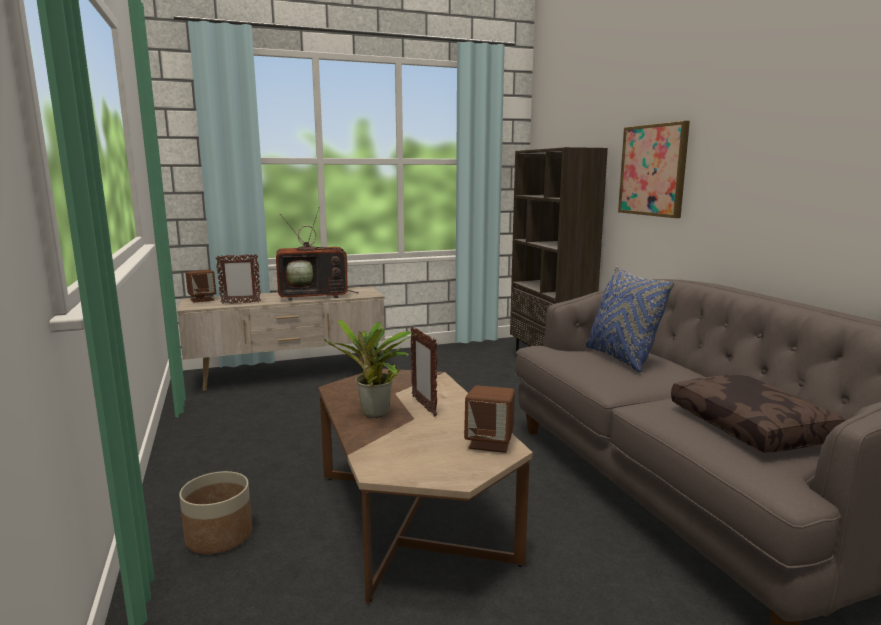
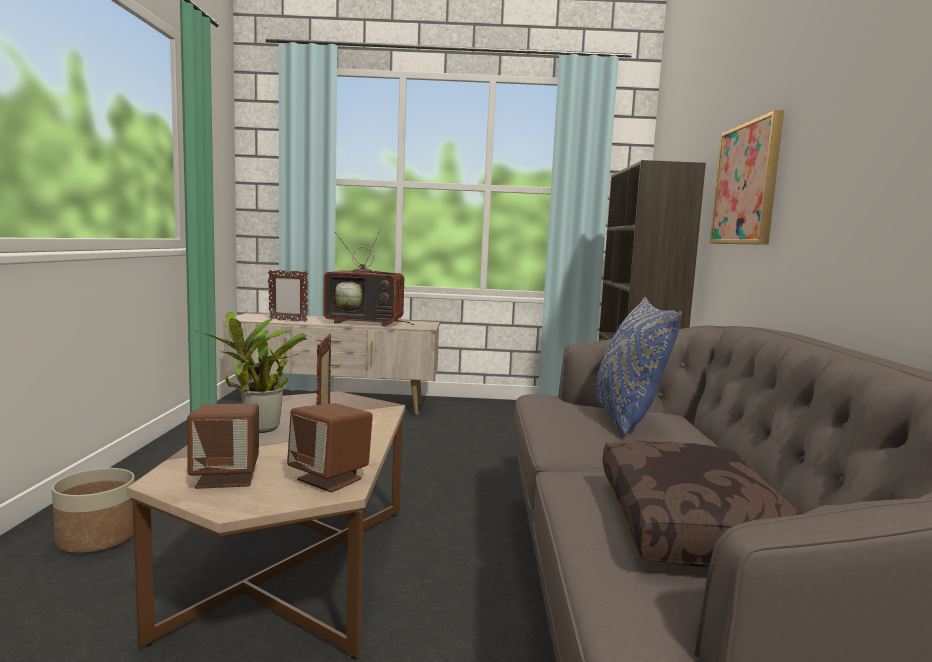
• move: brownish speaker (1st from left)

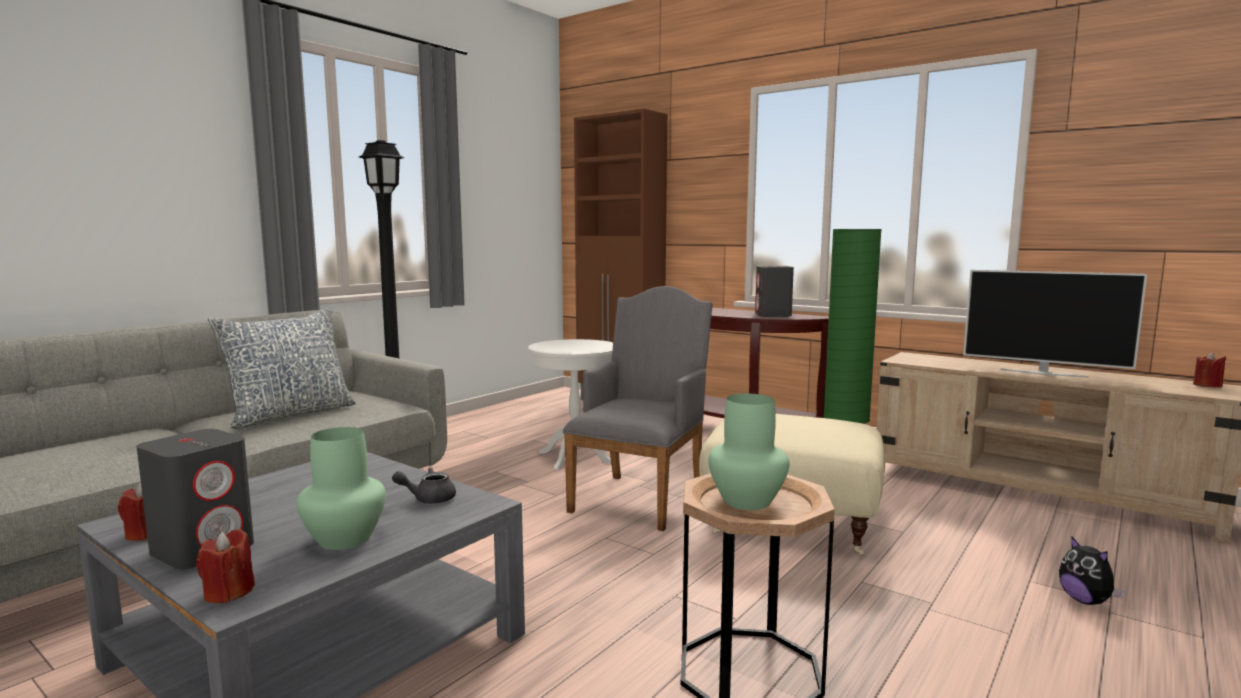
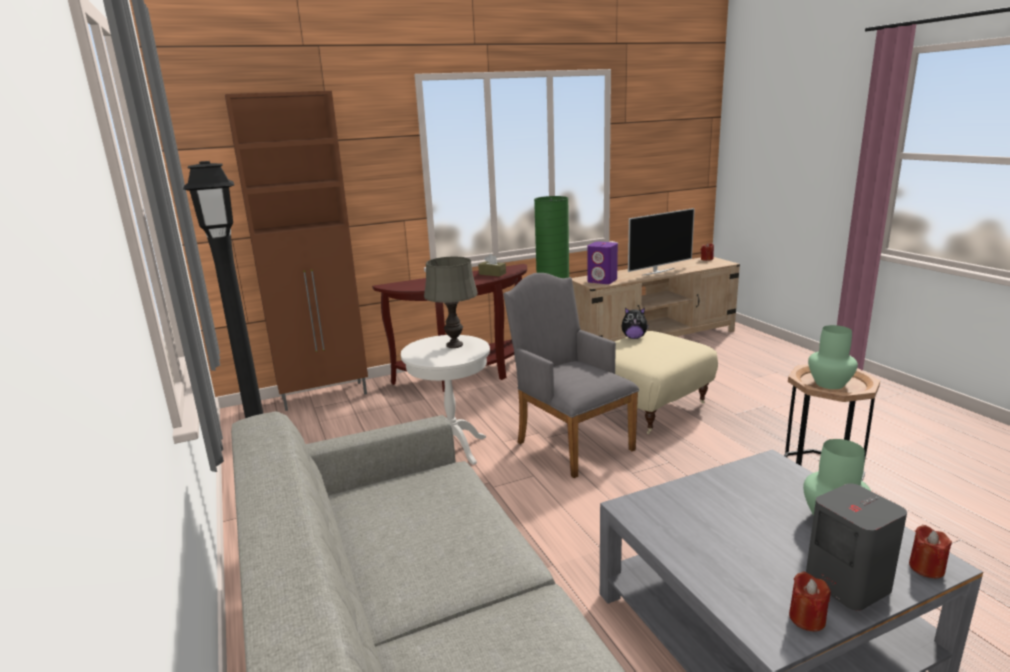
• replace: grey speaker (2nd from left) to brownish box of tissues
• delete: cushion
• delete: grey tea pot
• move: cuddly toy
• insert: purple-coloured speaker
• insert: grey table lamp

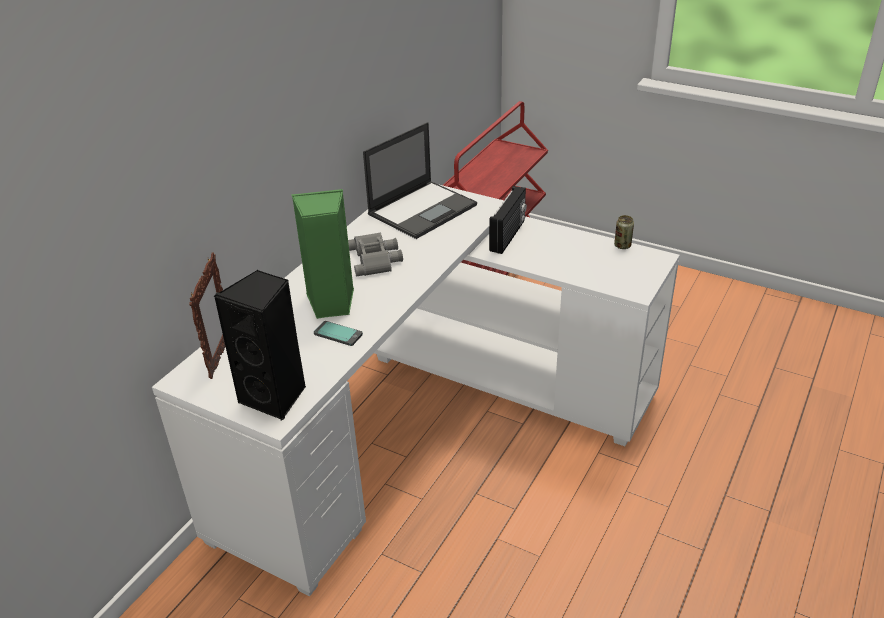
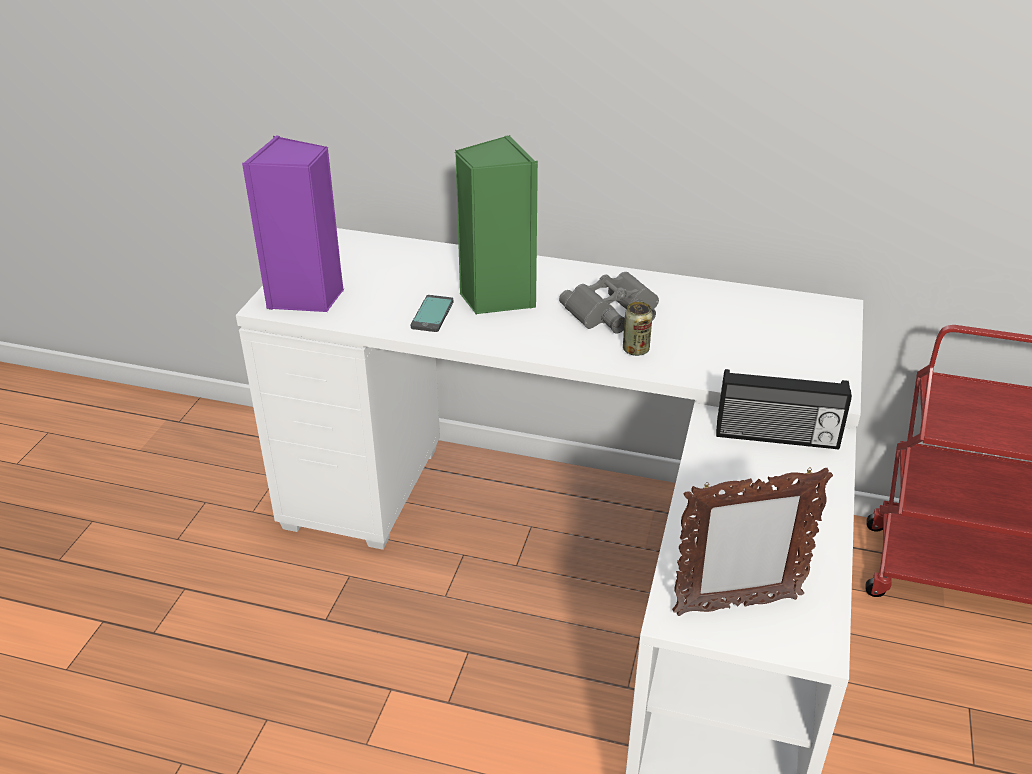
• delete: laptop
• move: metal can
• move: standing frame
• recolor: black-coloured speaker to purple-coloured speaker

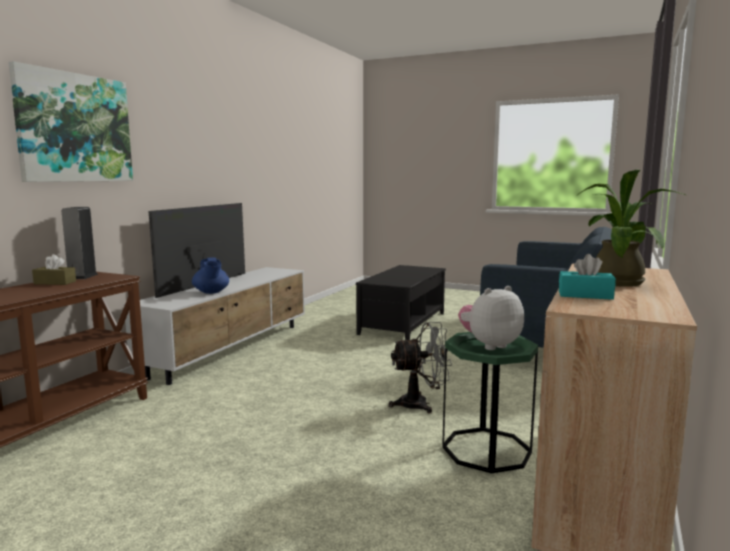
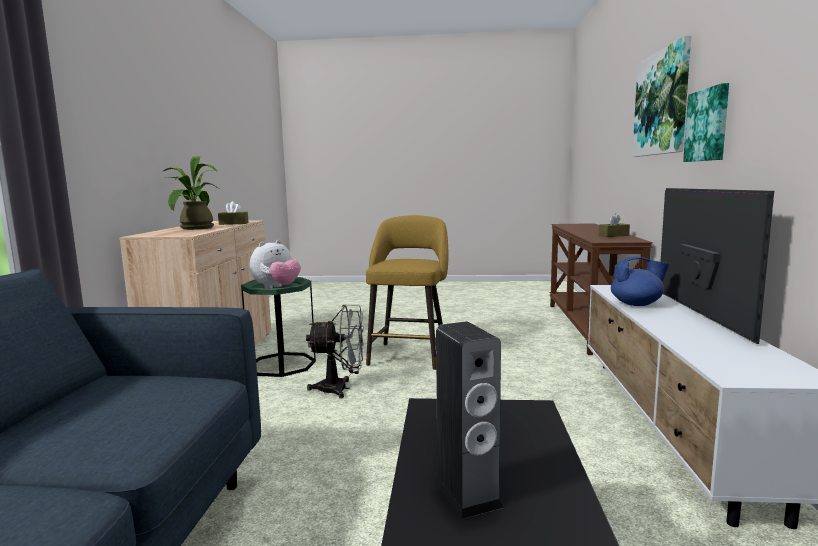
• move: speaker
• recolor: blue-green box of tissues to brownish box of tissues (1st from left)
• rotate: bluish tea pot 135 degrees clockwise
• rotate: grey fan 150 degrees counterclockwise
• insert: wall art (2nd from left)
• insert: yellowish stool

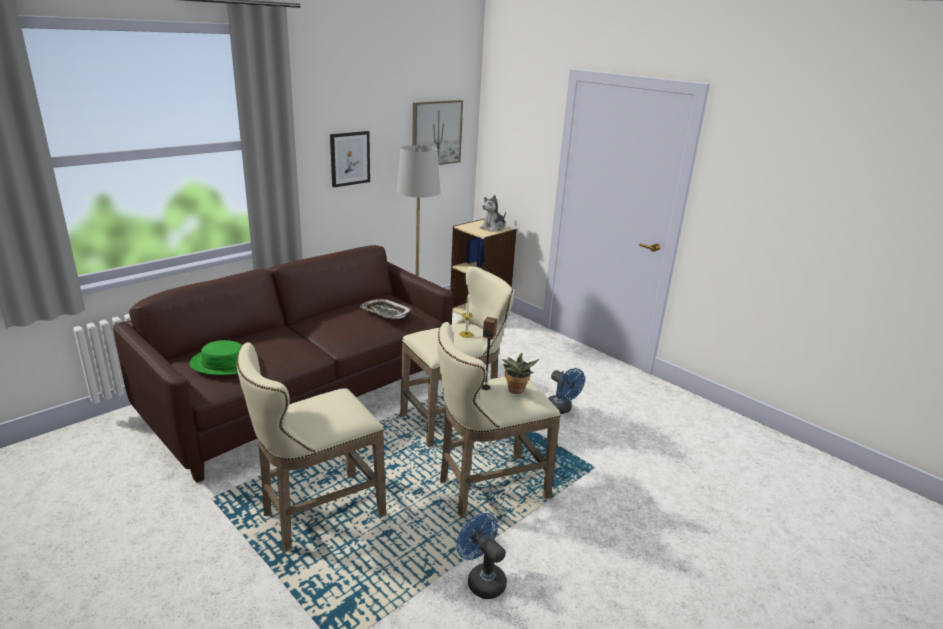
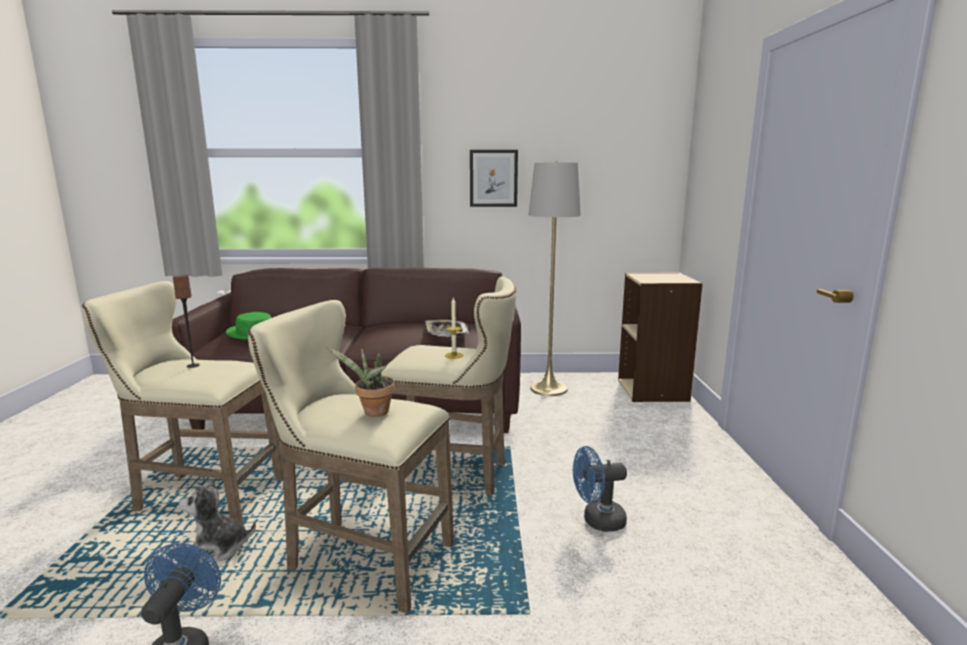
• delete: wall art (2nd from left)
• move: cuddly toy
• move: speaker
• rotate: bluish fan (2nd from left) 75 degrees clockwise

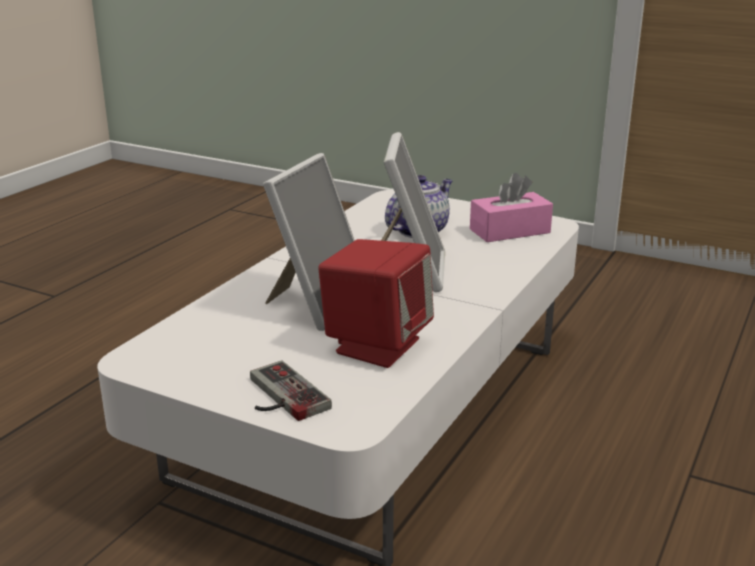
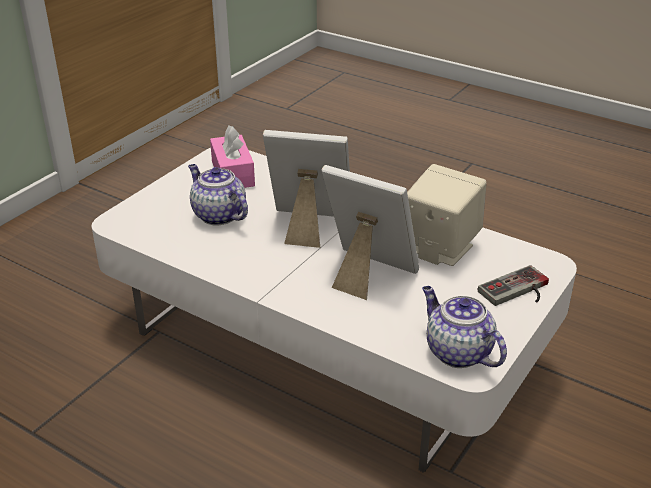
• recolor: red speaker to beige-coloured speaker
• insert: tea pot (2nd from left)

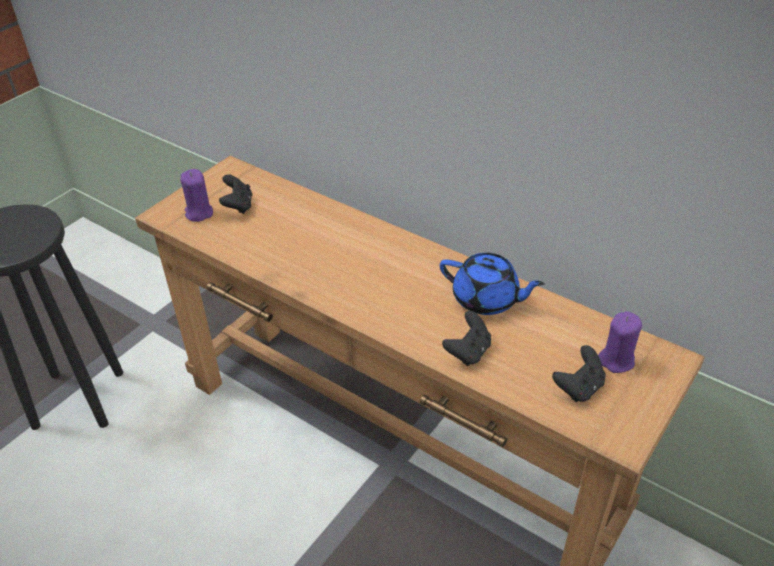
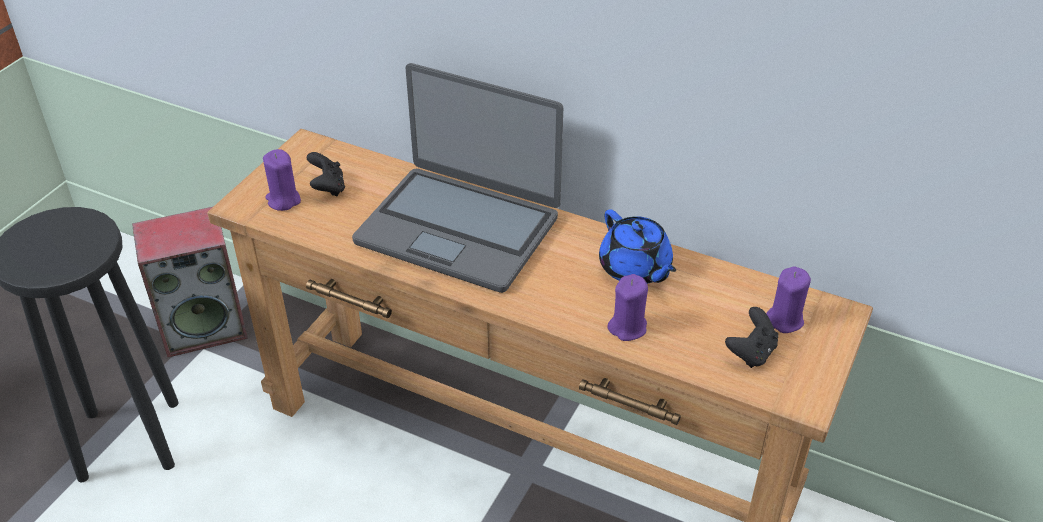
• rotate: bluish tea pot 45 degrees clockwise
• replace: black-coloured joypad (2nd from left) to purple-coloured wax light (2nd from left)
• insert: laptop
• insert: speaker

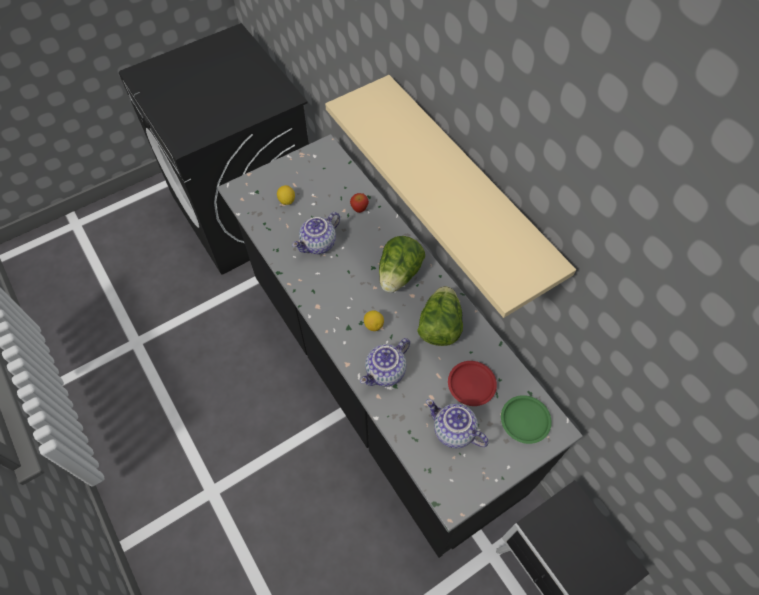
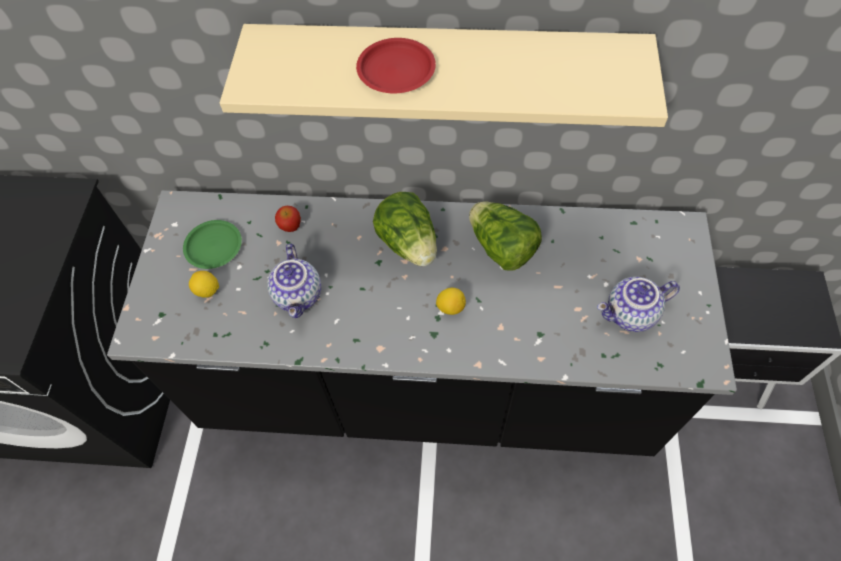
• delete: tea pot (2nd from left)
• move: red dinner plate
• move: greenish dinner plate

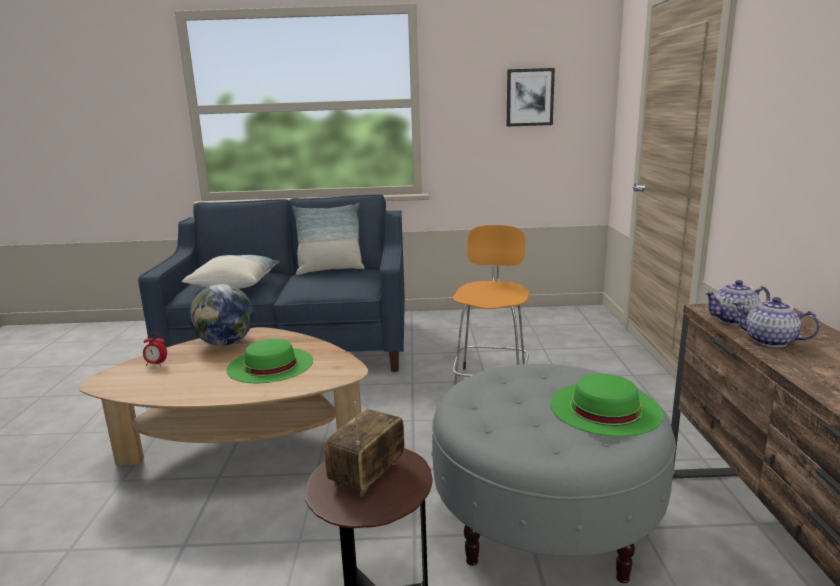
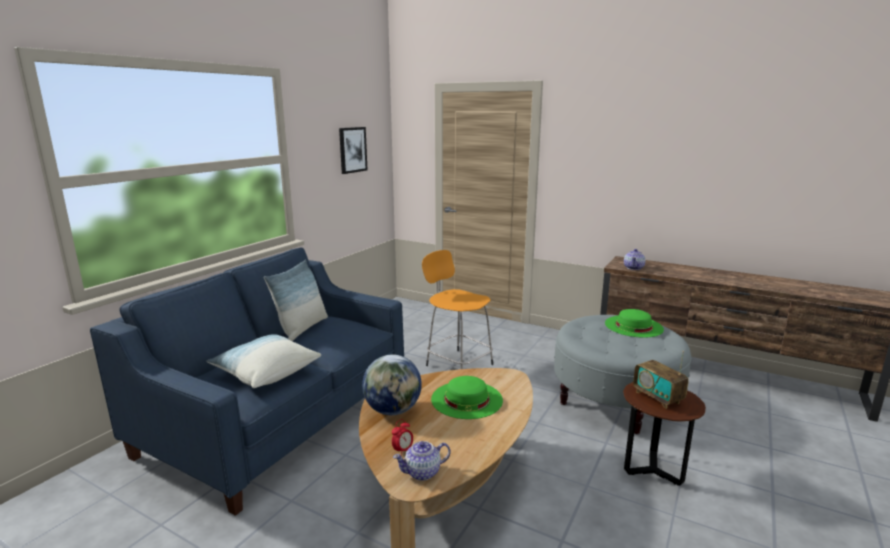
• move: tea pot (2nd from left in the first image) to tea pot (1st from left)

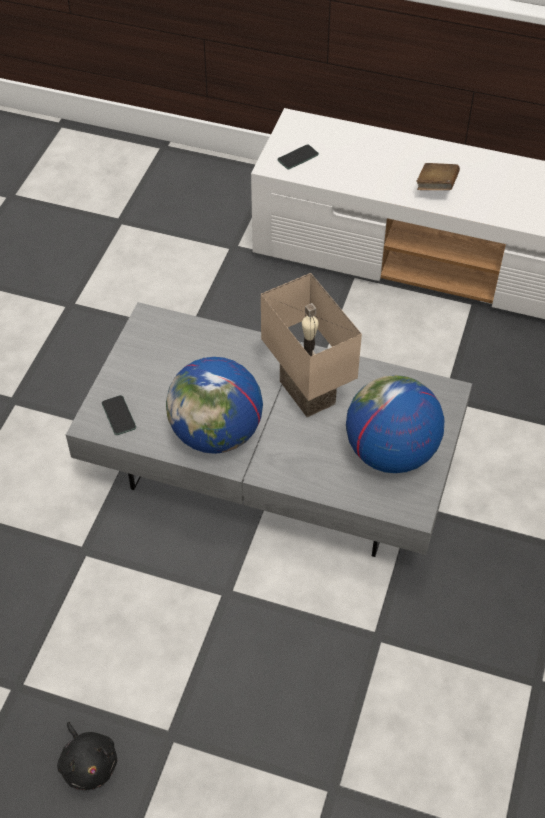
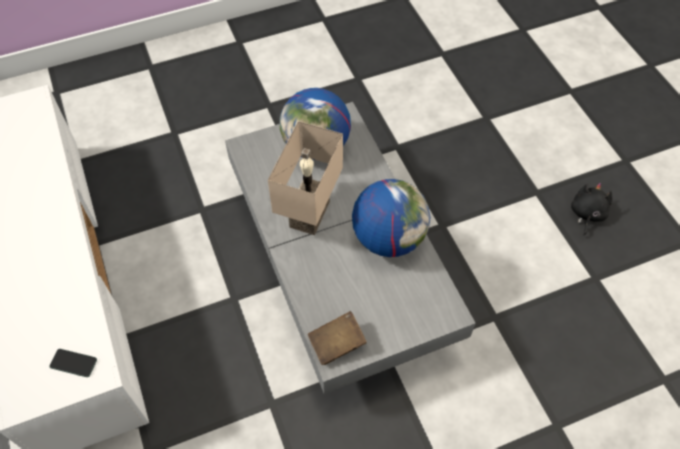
• move: brownish bound book
• delete: phone (1st from left)

